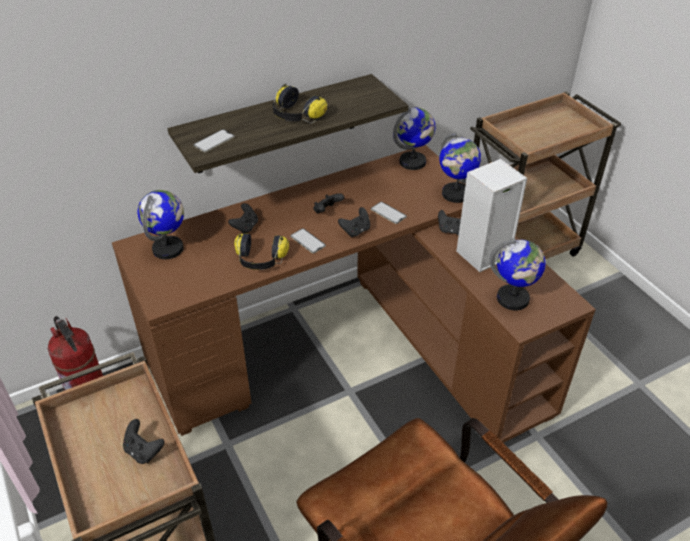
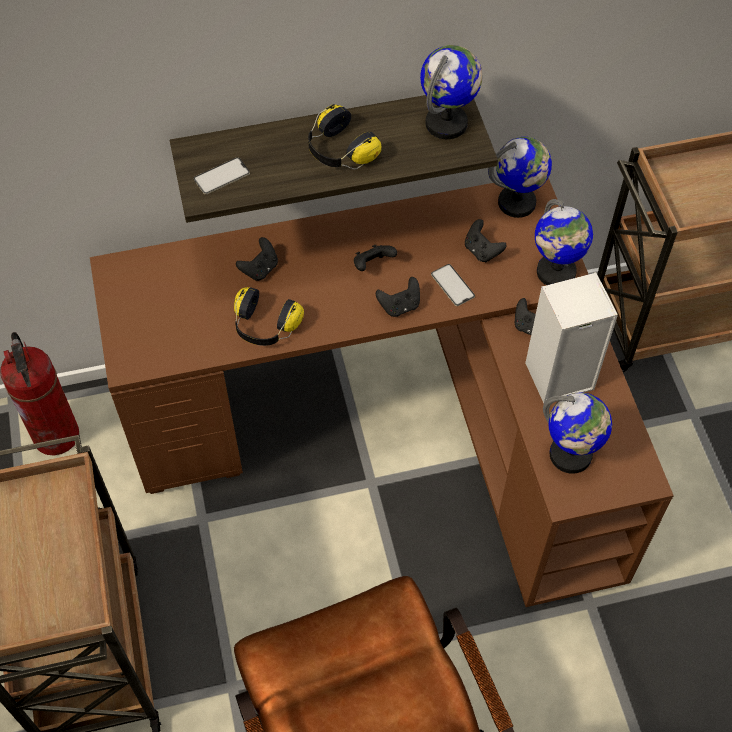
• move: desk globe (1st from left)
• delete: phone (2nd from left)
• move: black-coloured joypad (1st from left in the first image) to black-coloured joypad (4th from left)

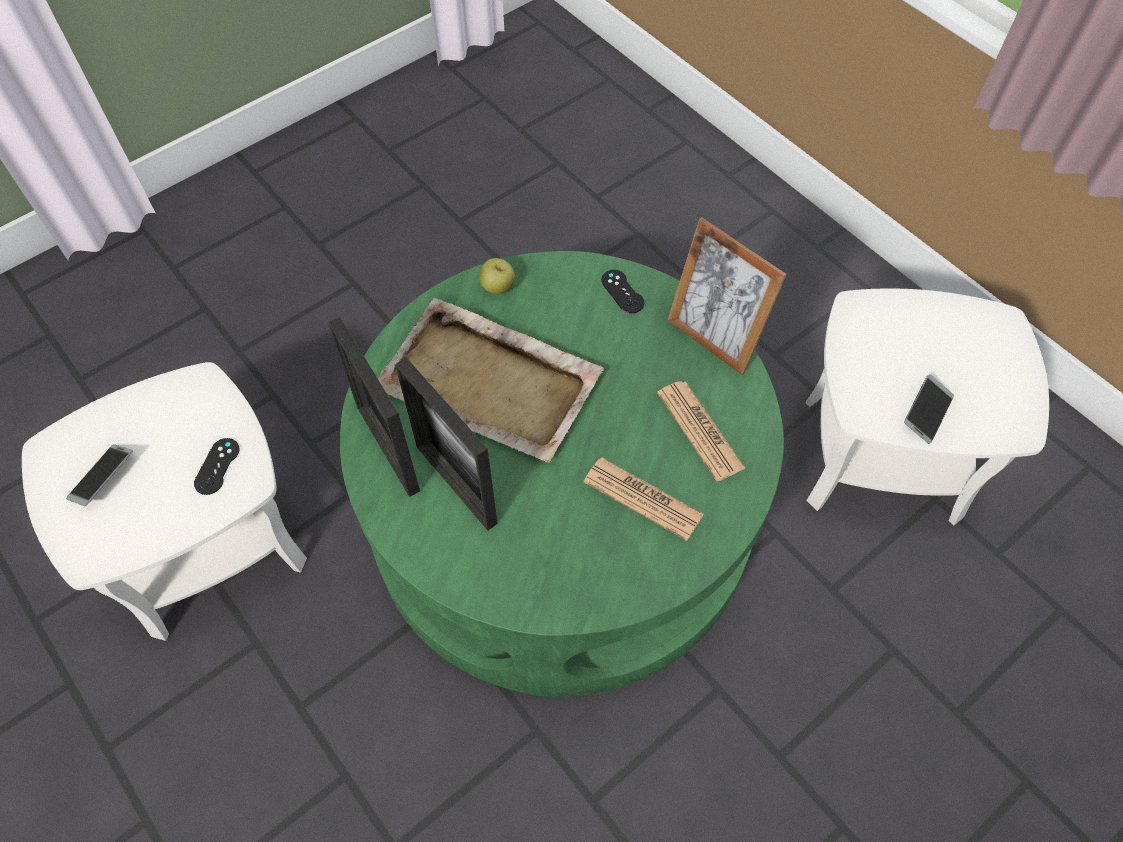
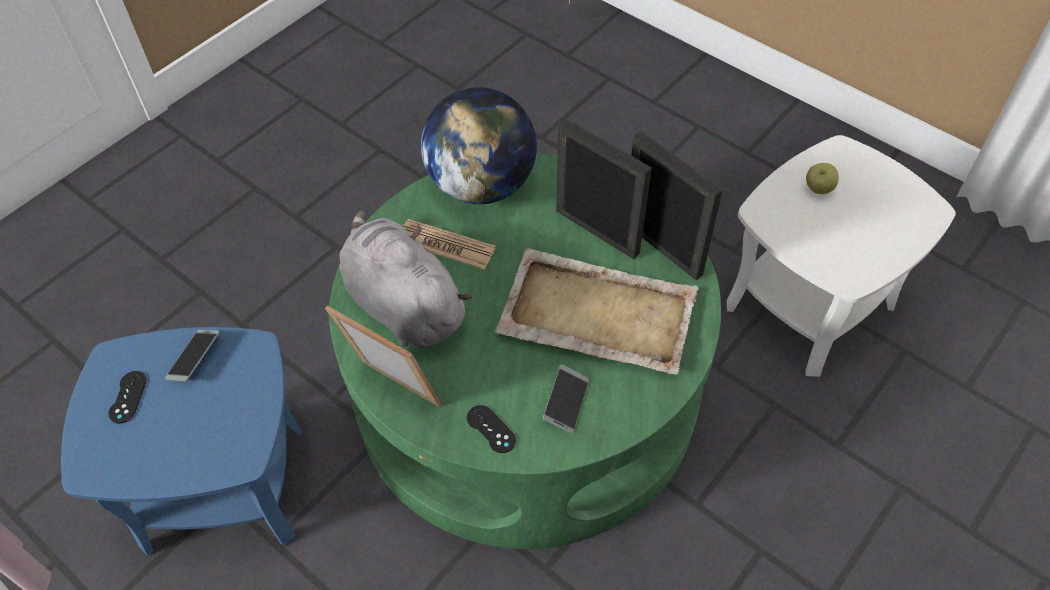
• move: apple fruit
• recolor: white-coloured accent table (2nd from left) to bluish accent table
• replace: printed paper (2nd from left) to grey cuddly toy
• move: black-coloured joypad (1st from left)
• move: phone (1st from left in the first image) to phone (2nd from left)
• insert: desk globe

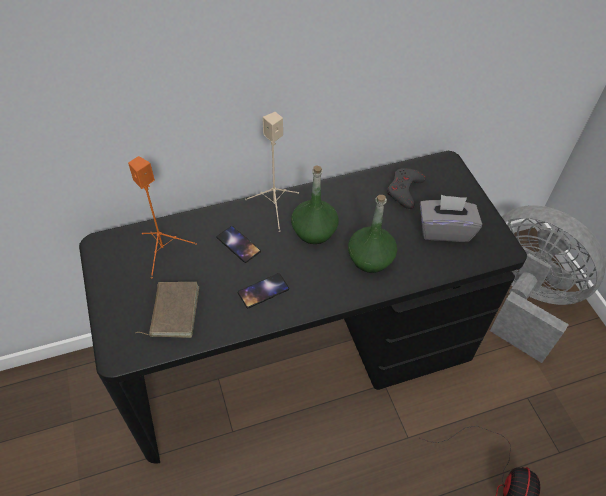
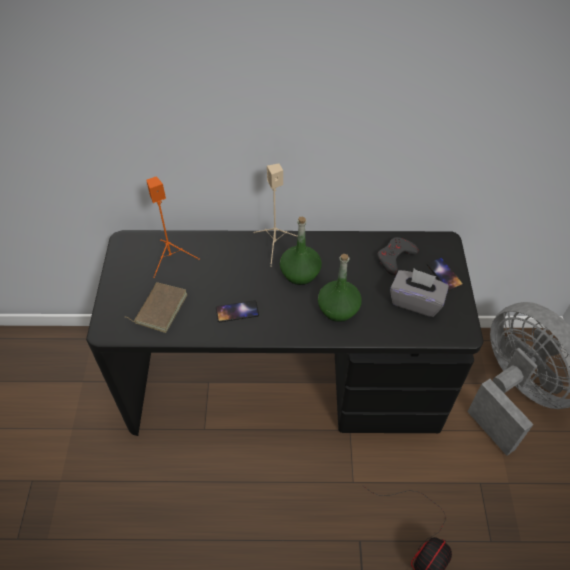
• move: phone (1st from left in the first image) to phone (2nd from left)

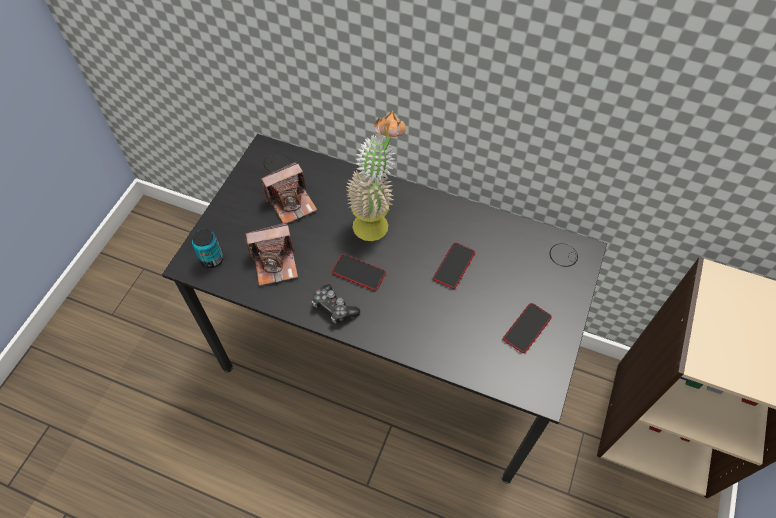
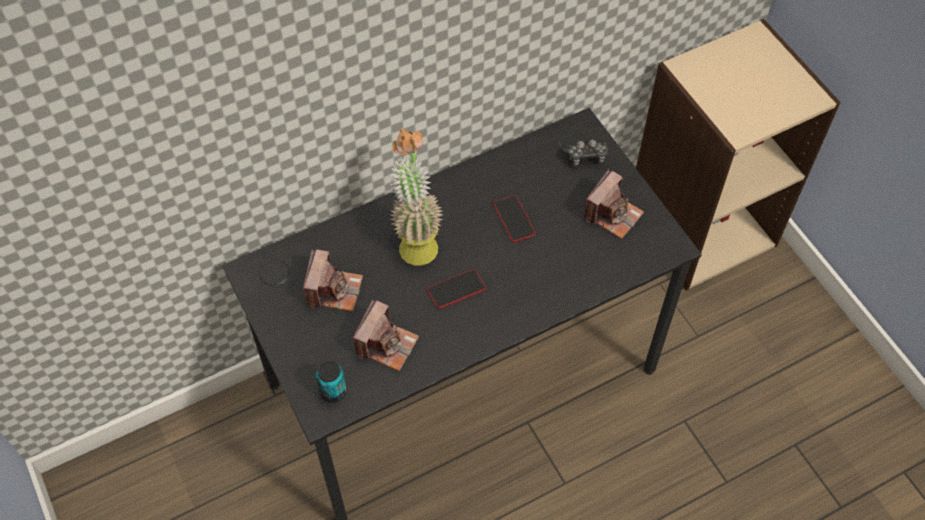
• move: joypad
• replace: phone (3rd from left) to still camera (3rd from left)

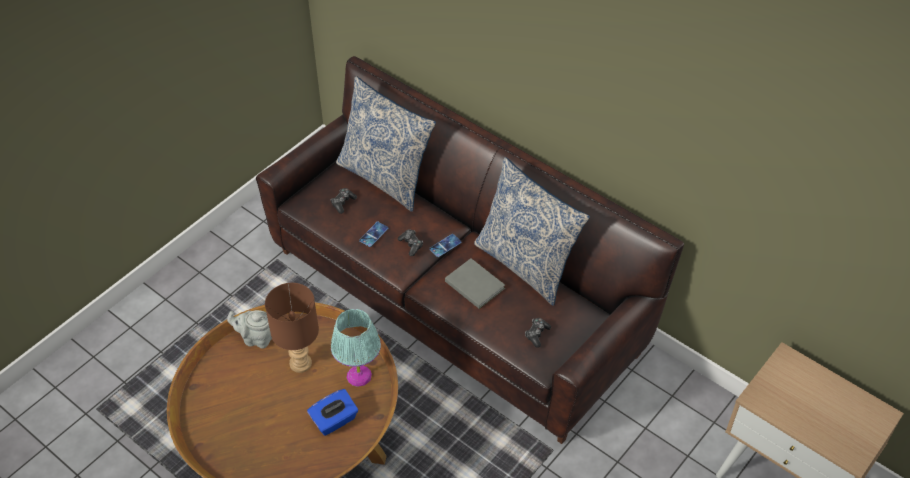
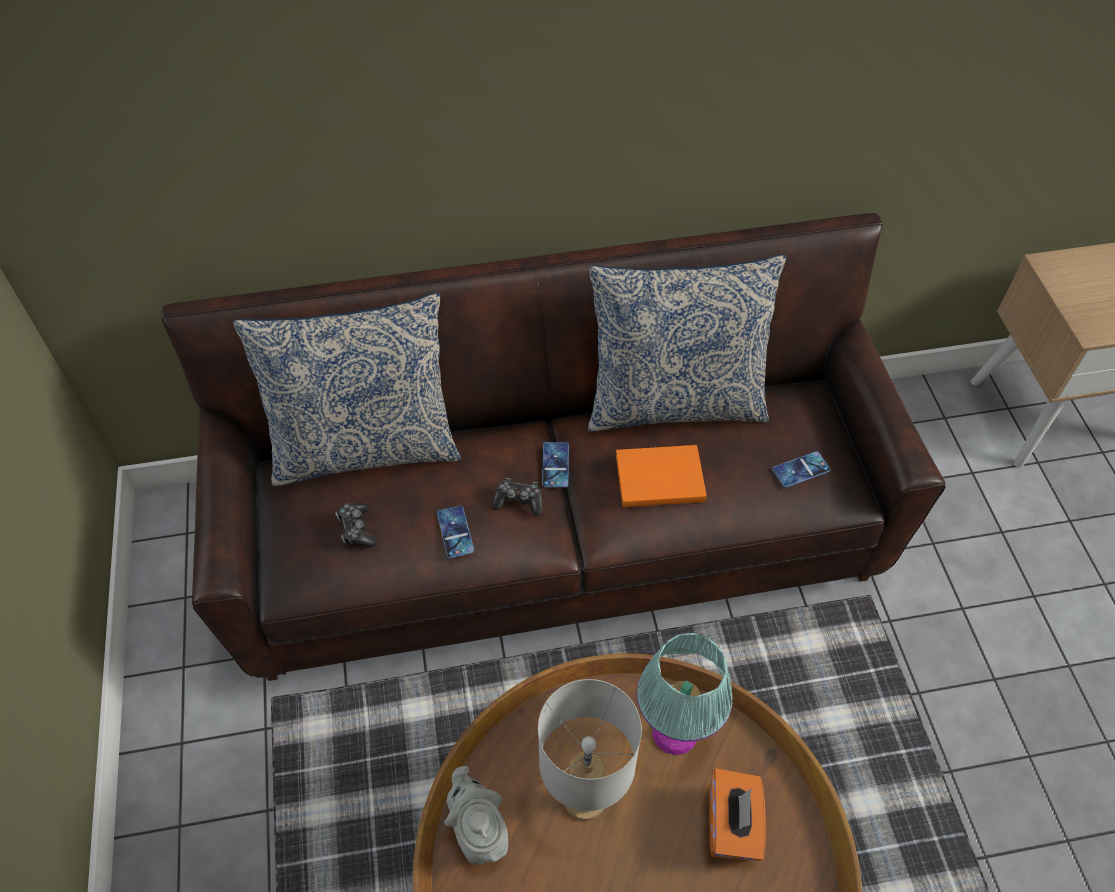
• recolor: grey bound book to orange bound book
• recolor: brownish table lamp to grey table lamp
• rotate: grey tea pot 105 degrees clockwise
• replace: joypad (3rd from left) to phone (3rd from left)
• recolor: bluish box of tissues to orange box of tissues

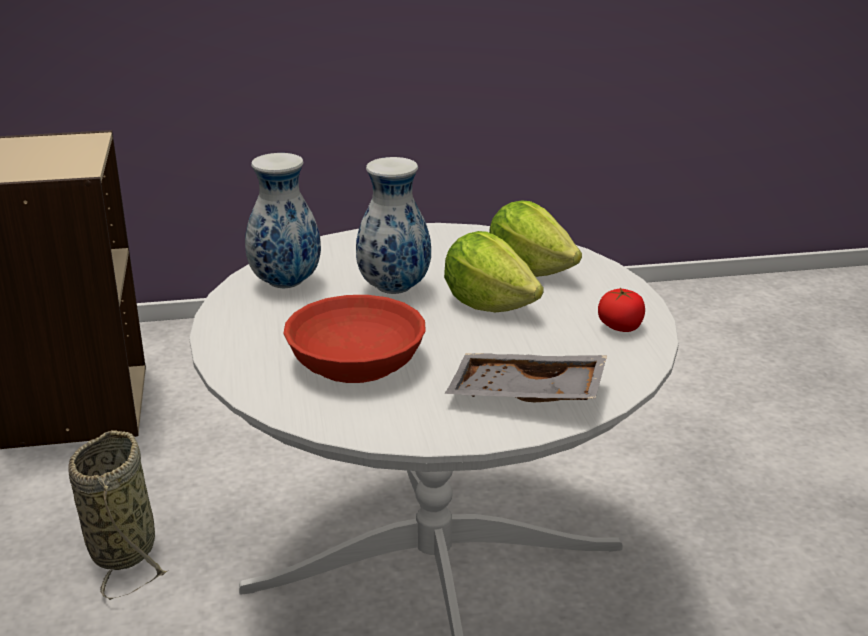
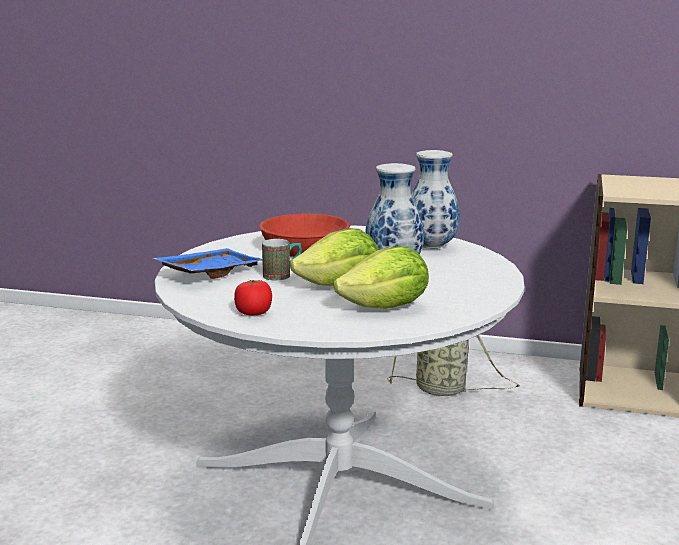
• recolor: grey carrying tray to bluish carrying tray
• insert: tea mug

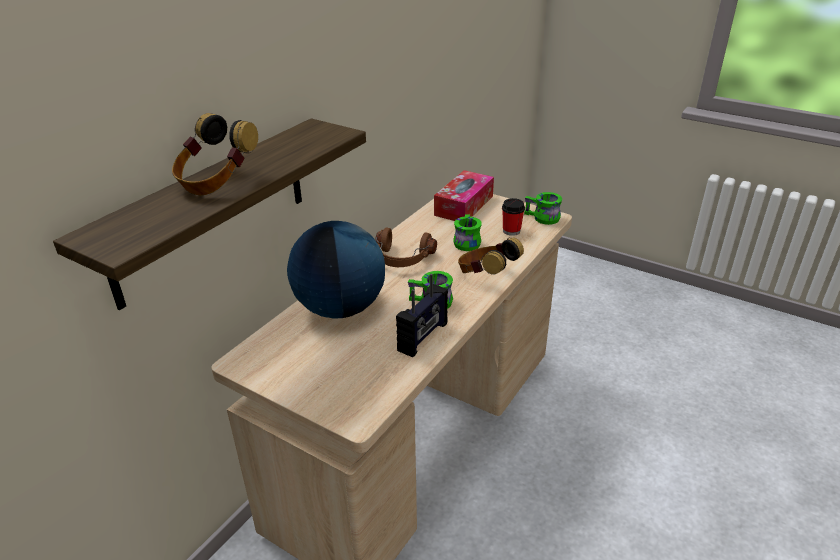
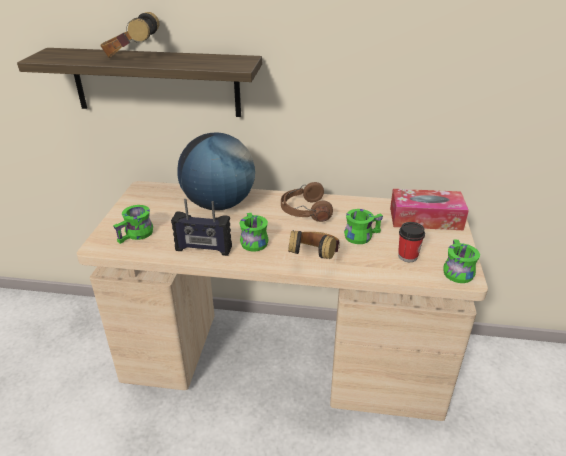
• insert: greenish tea mug (1st from left)

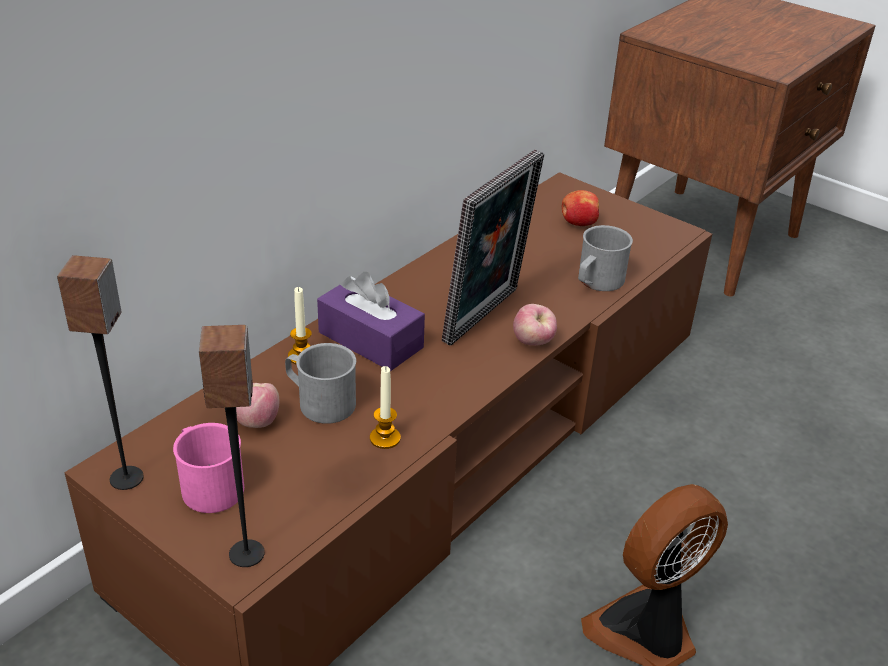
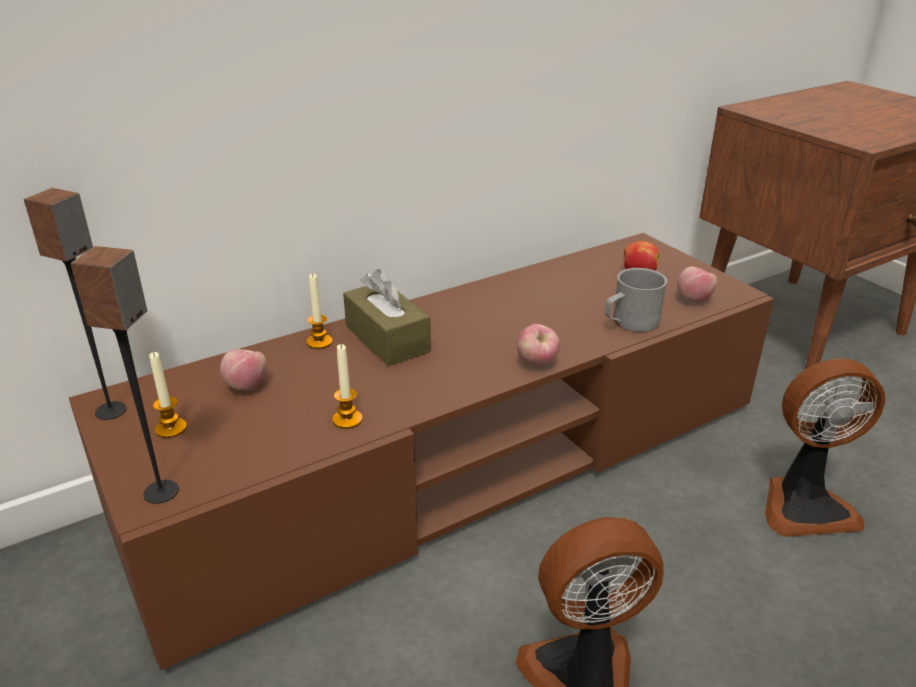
• delete: standing frame
• recolor: purple-coloured box of tissues to brownish box of tissues
• delete: grey tea mug (1st from left)
• replace: pink-coloured tea mug to wax light (1st from left)
• insert: apple fruit (4th from left)
• insert: fan (2nd from left)

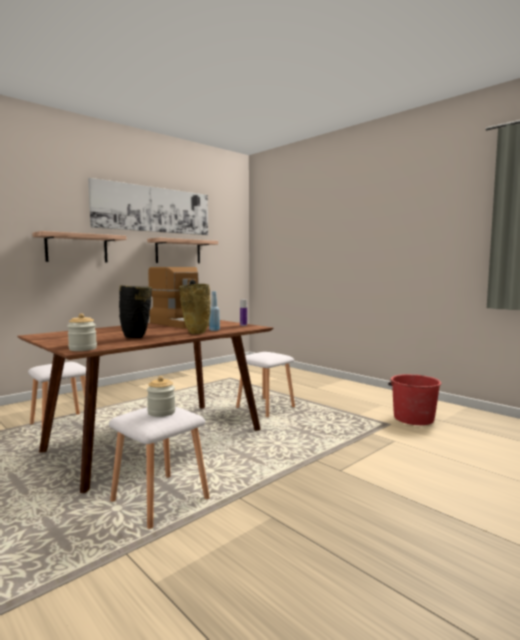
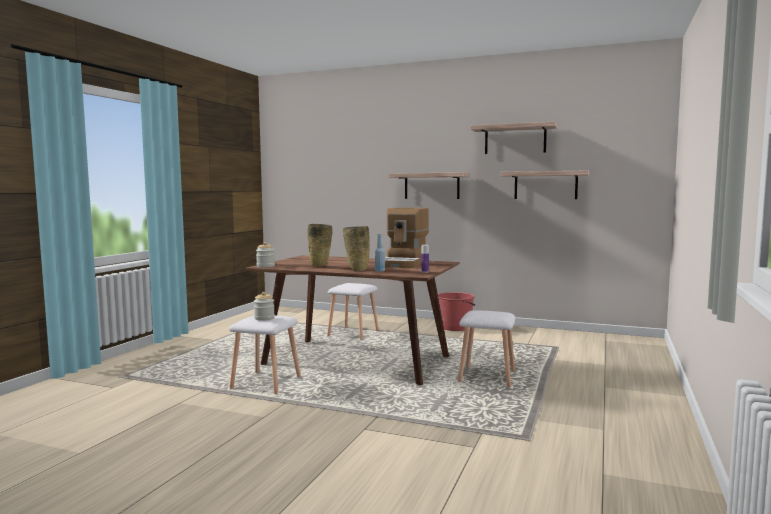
• replace: wall art to bracket shelf (2nd from left)
• recolor: black-coloured flower vase to beige-coloured flower vase (1st from left)
• move: red water bucket

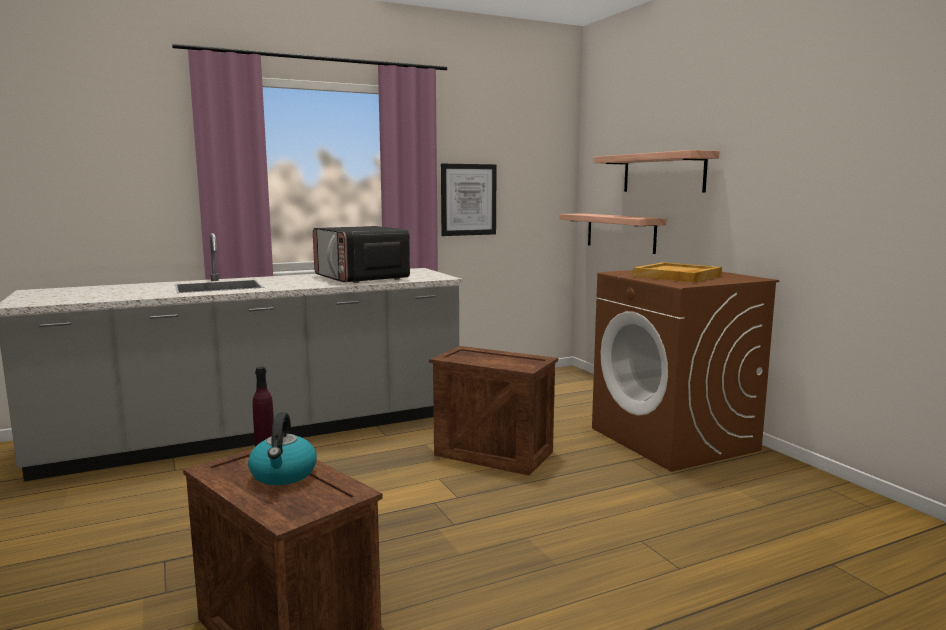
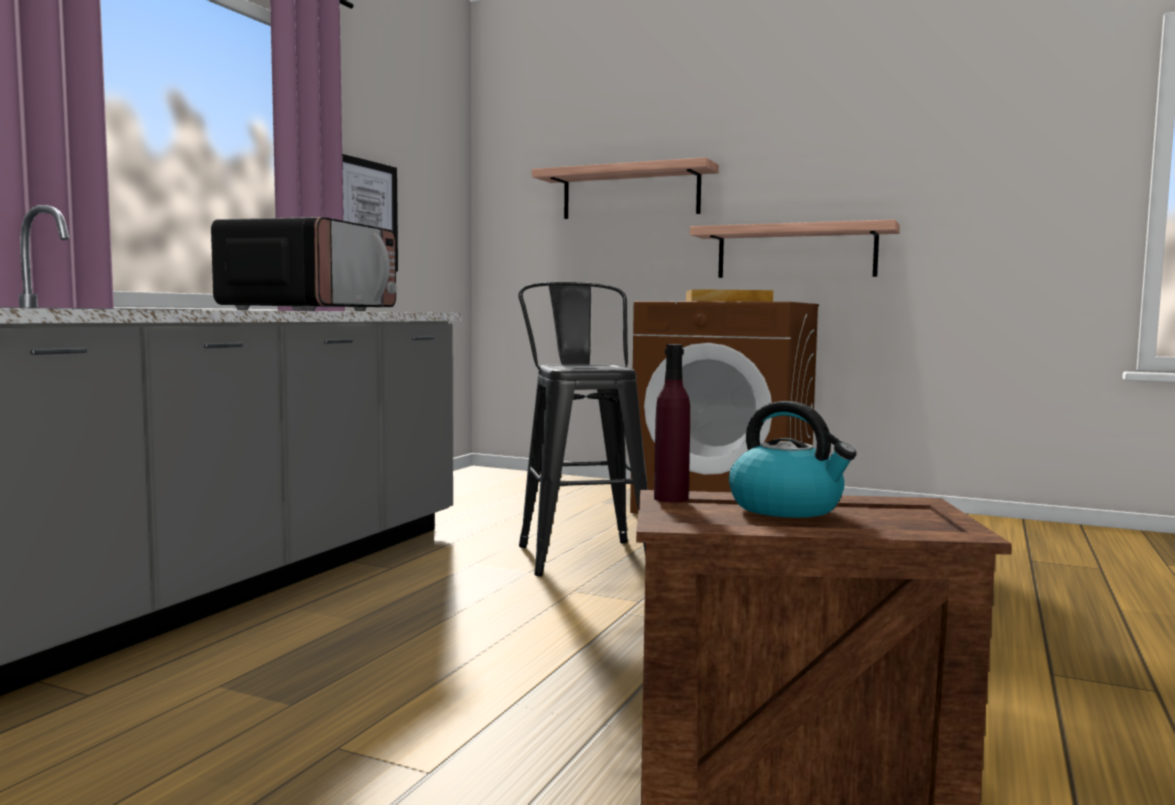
• move: bracket shelf (1st from left in the first image) to bracket shelf (2nd from left)
• rotate: microwave 90 degrees counterclockwise
• replace: packing crate (2nd from left) to black-coloured stool

